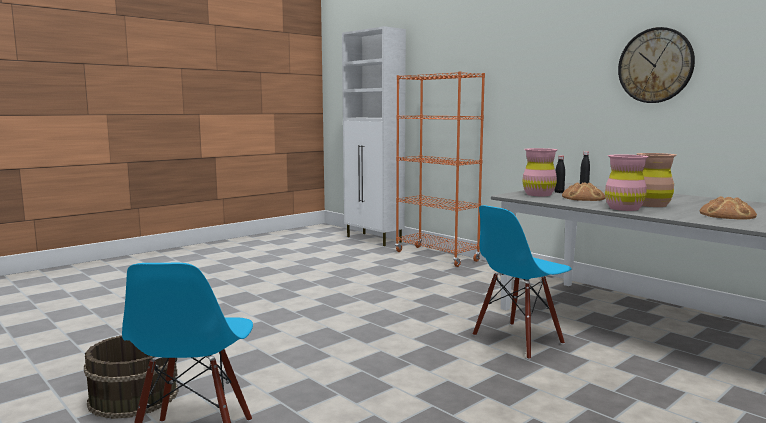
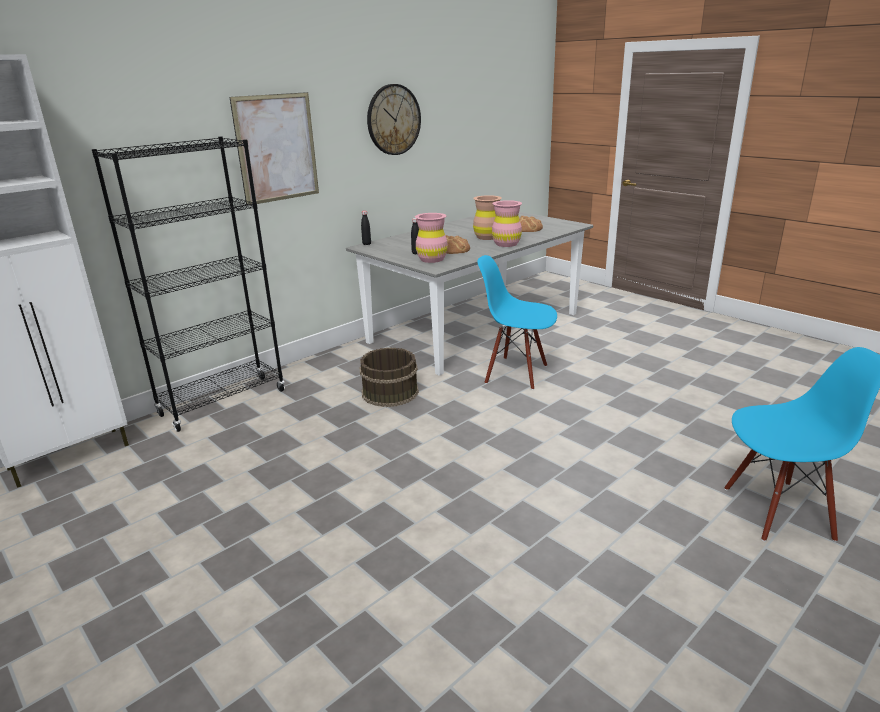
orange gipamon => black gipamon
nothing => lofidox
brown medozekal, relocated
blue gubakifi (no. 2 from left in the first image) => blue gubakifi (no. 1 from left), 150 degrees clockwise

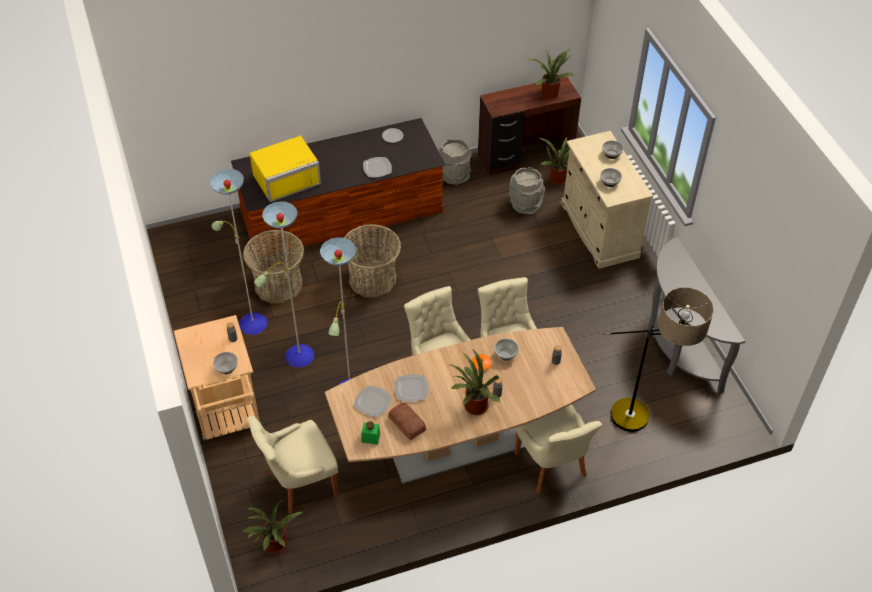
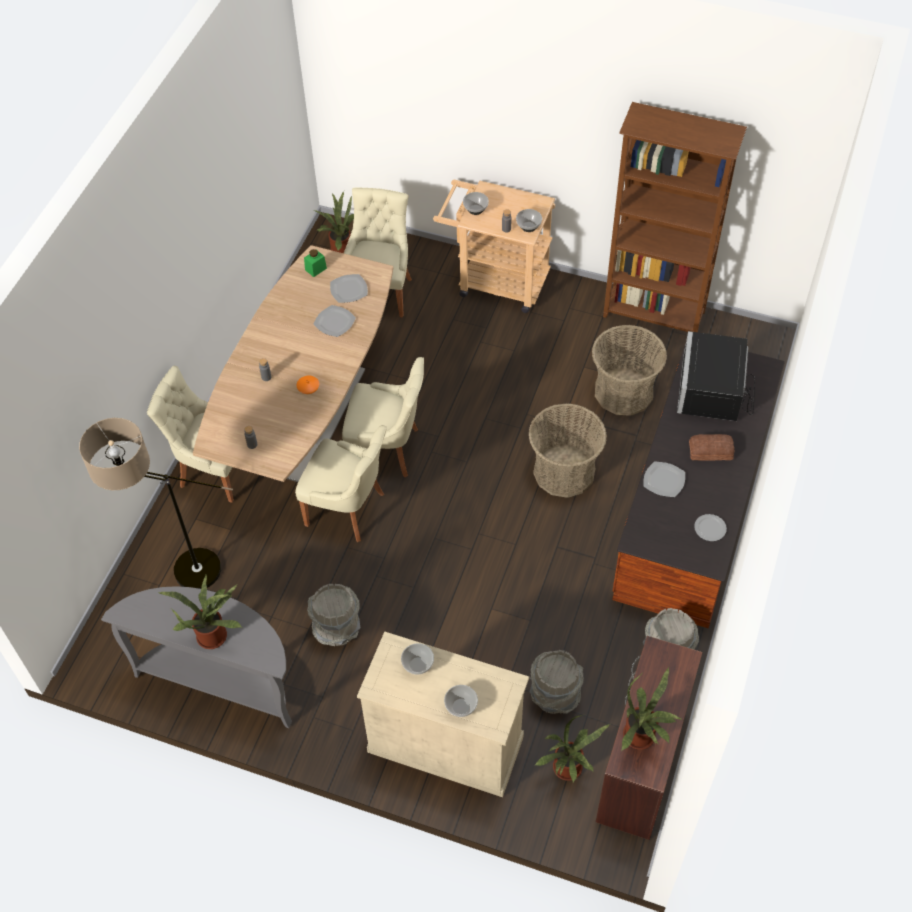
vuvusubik (no. 2 from left in the first image) => vuvusubik (no. 1 from left), relocated
nothing => grey medozekal (no. 1 from left)
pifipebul (no. 2 from left in the first image) => pifipebul (no. 4 from left), relocated
nothing => brown gipamon
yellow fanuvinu => black fanuvinu
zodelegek, relocated
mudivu (no. 1 from left) => nothing

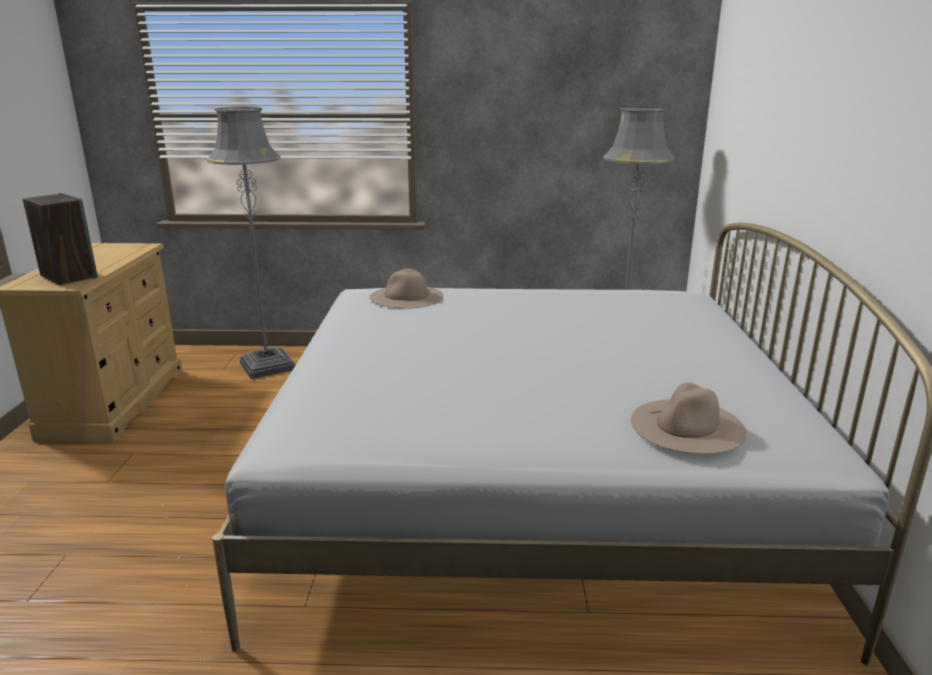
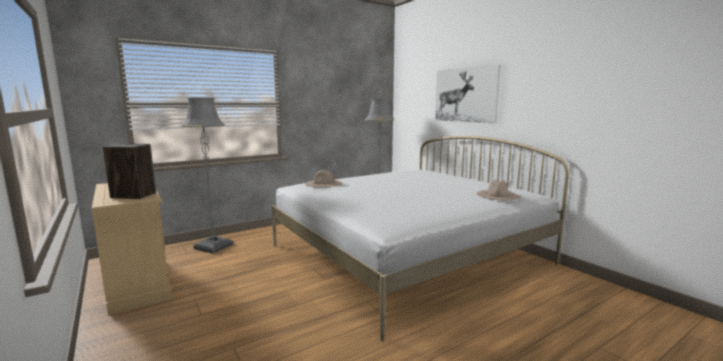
nothing => lofidox

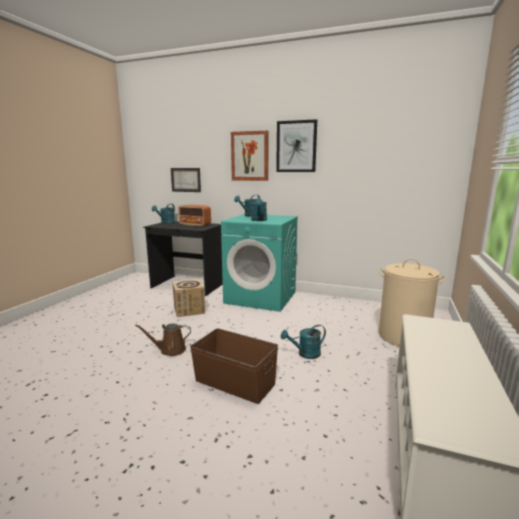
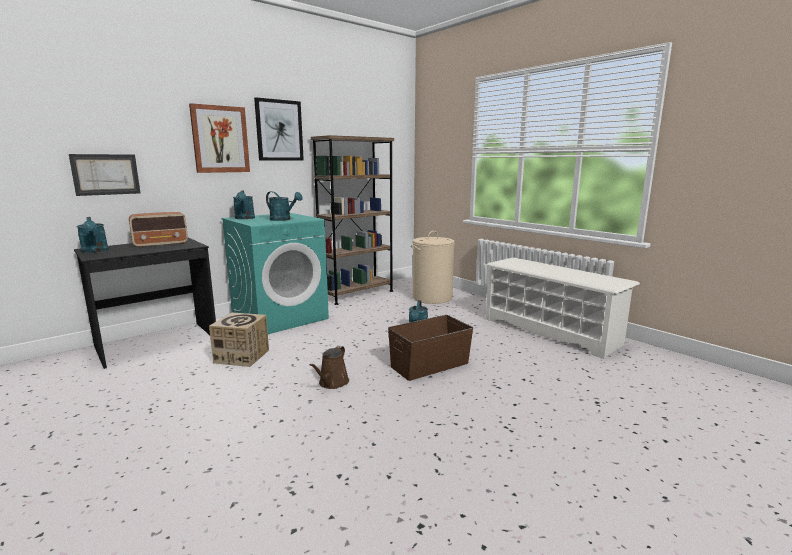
nothing => brown gipamon

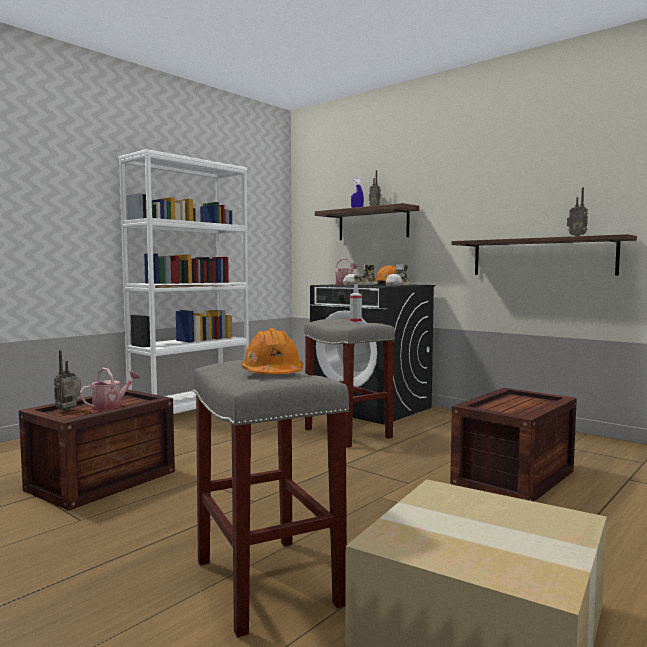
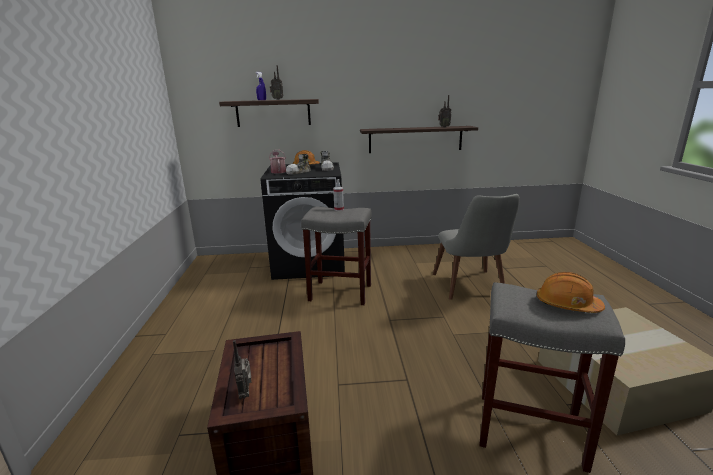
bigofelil (no. 2 from left) => grey gubakifi
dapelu (no. 1 from left) => nothing
white gipamon => nothing

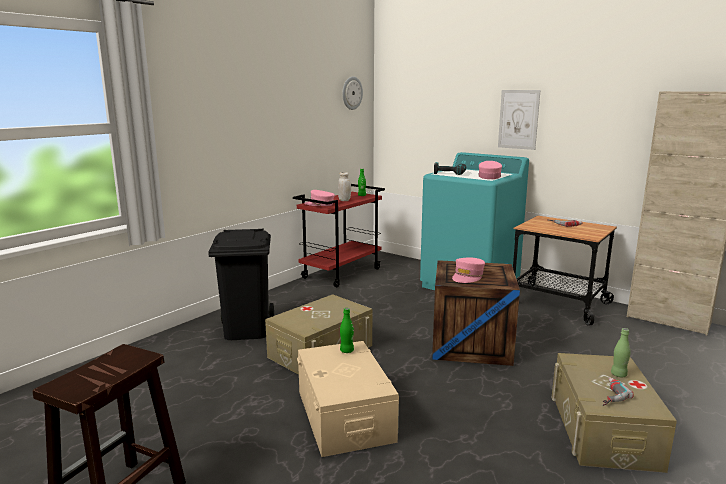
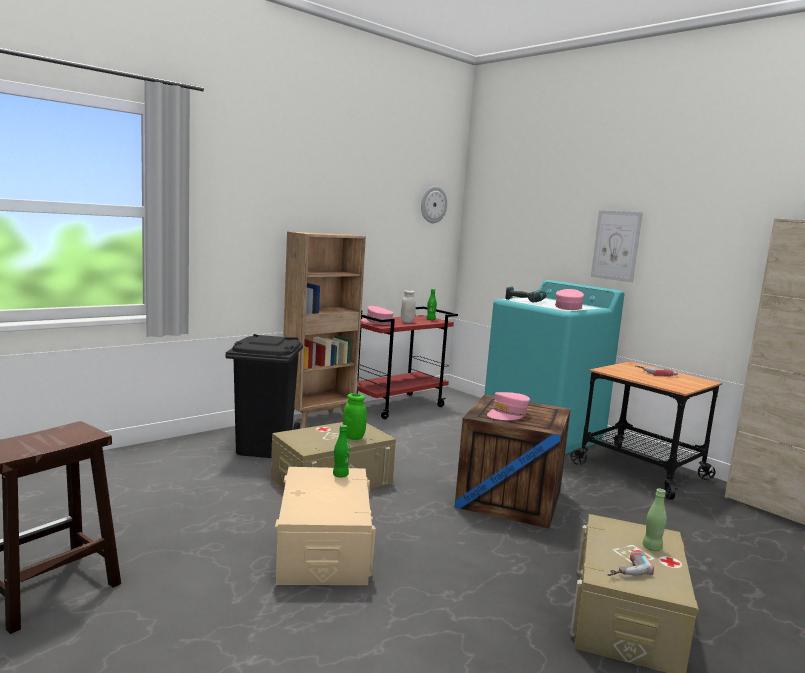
nothing => brown gipamon
nothing => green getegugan

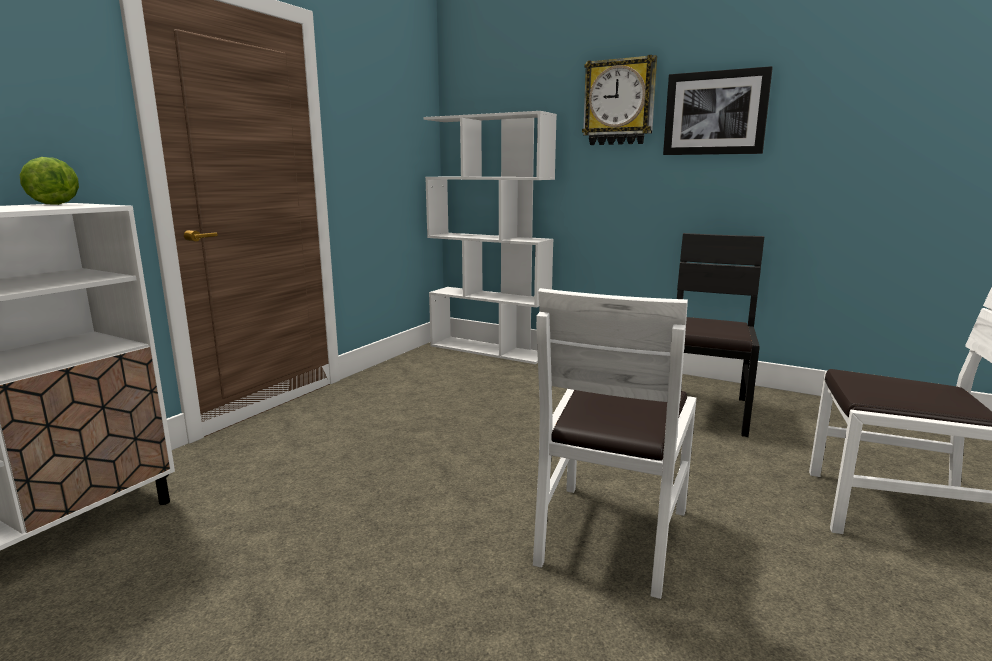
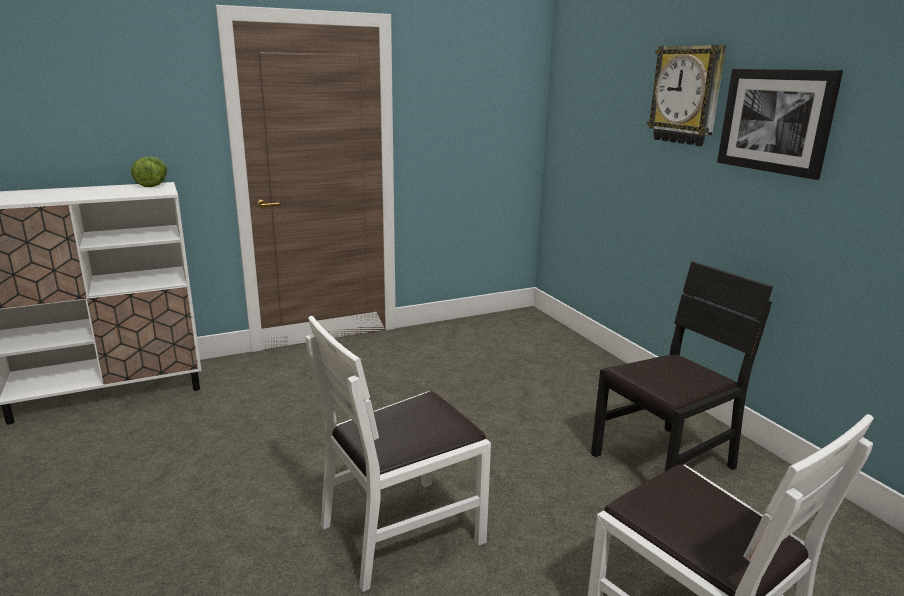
white gipamon => nothing

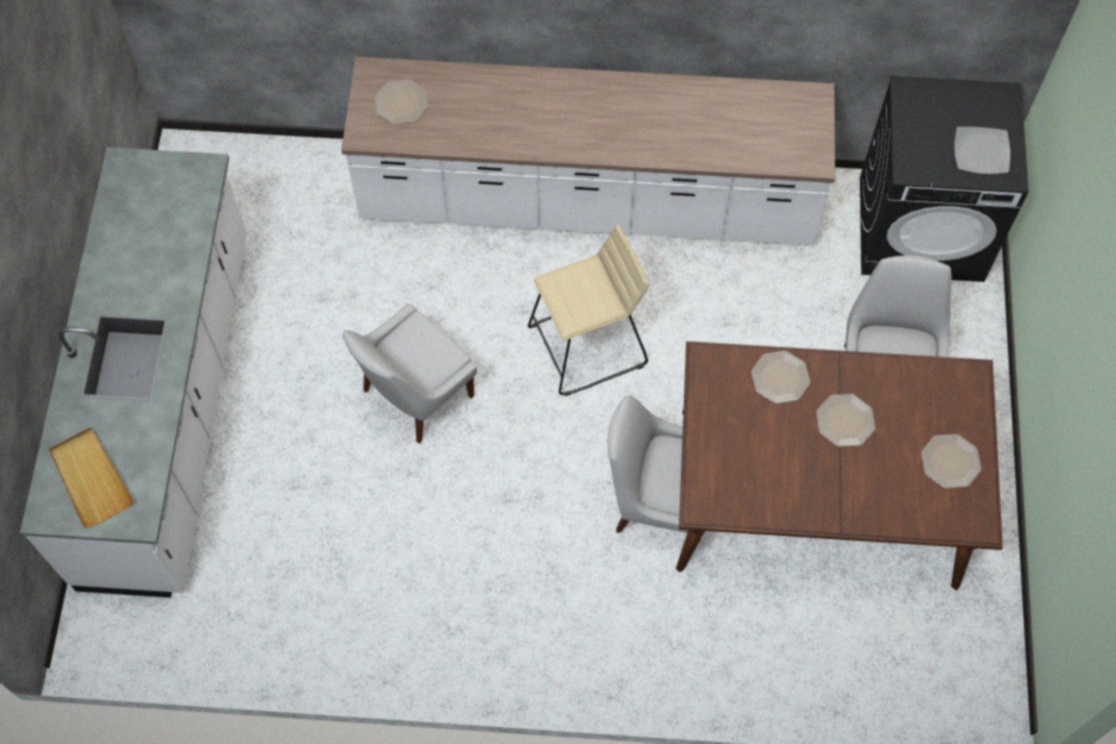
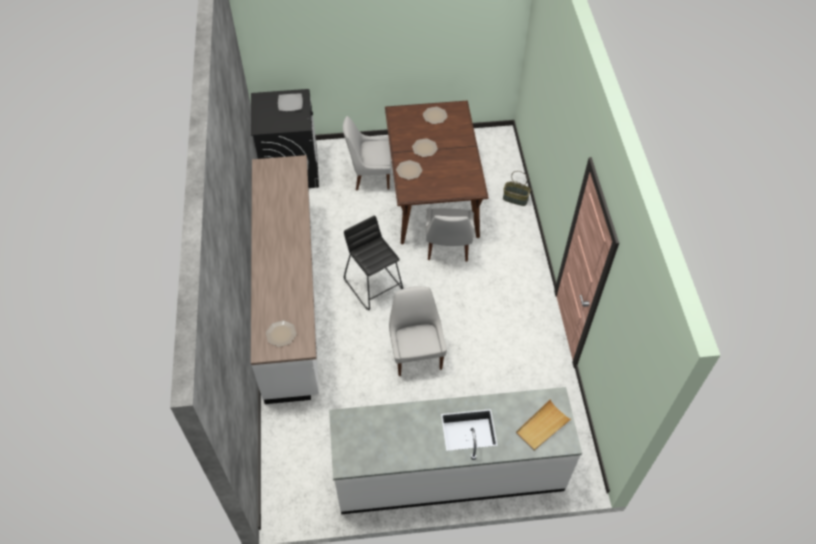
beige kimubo => black kimubo
white gubakifi (no. 1 from left in the first image) => white gubakifi (no. 2 from left), 135 degrees counterclockwise
nothing => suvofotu

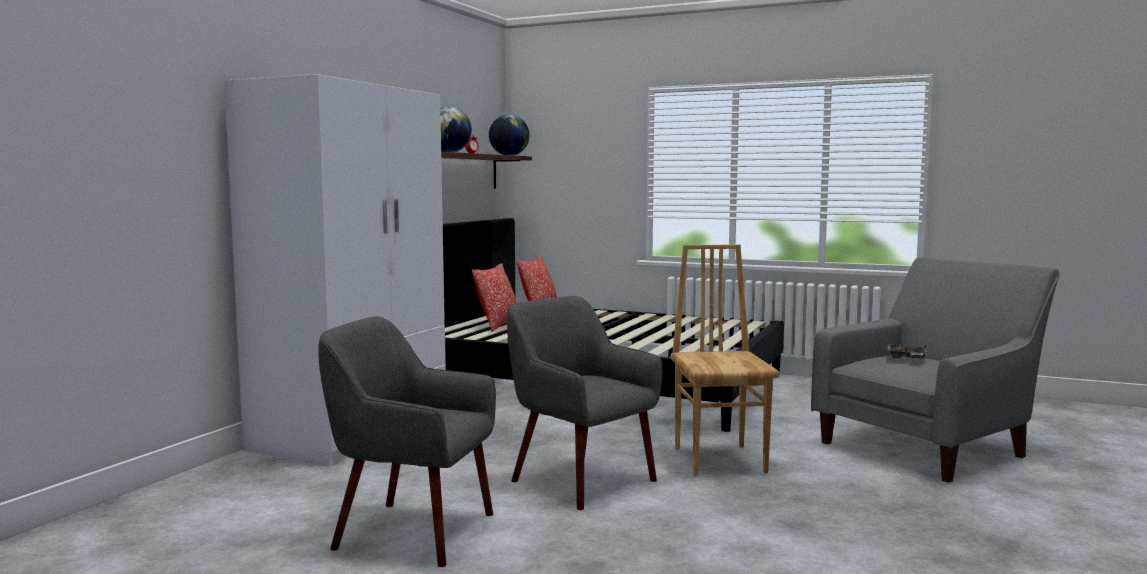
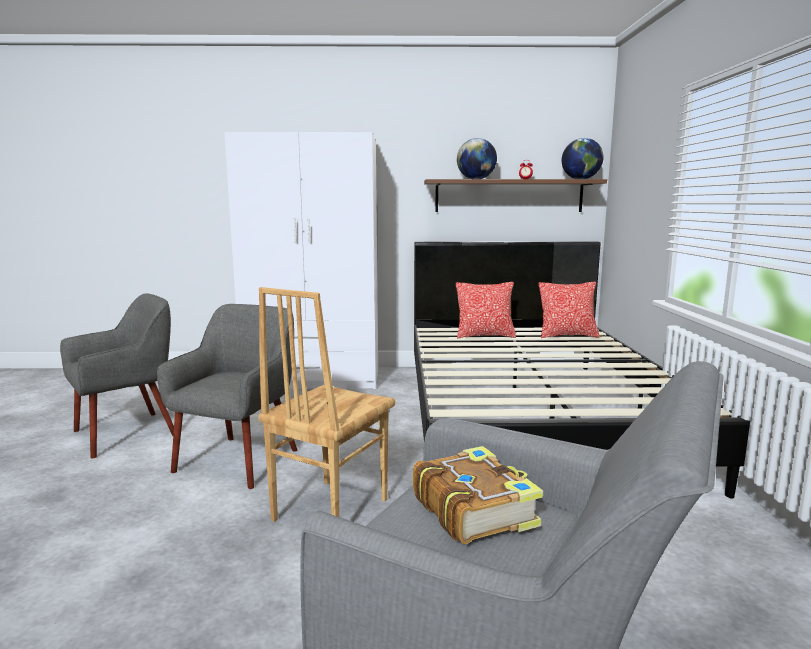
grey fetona (no. 1 from left), 60 degrees clockwise
brown gubakifi, 150 degrees clockwise
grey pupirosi => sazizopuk

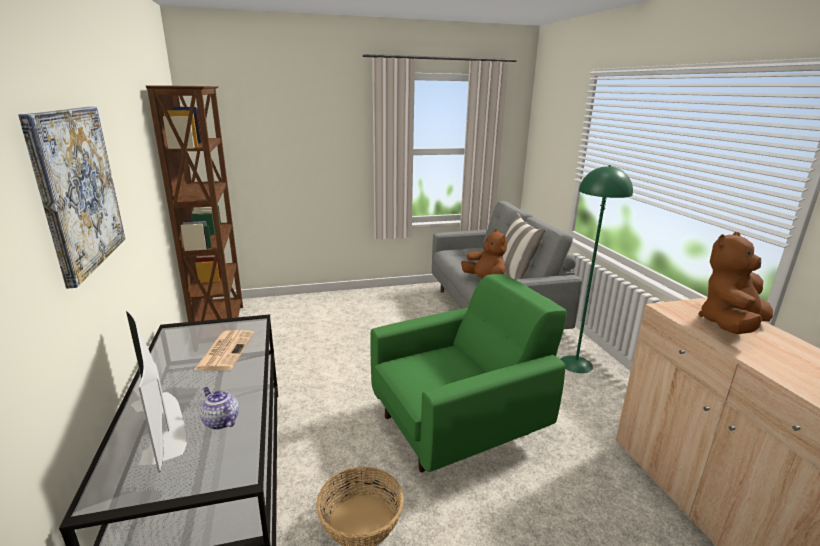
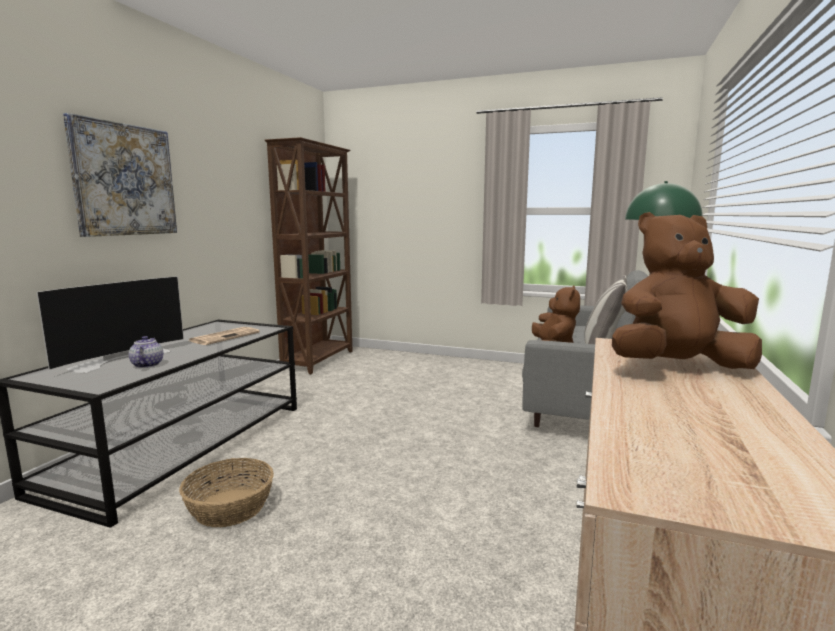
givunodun, 150 degrees counterclockwise
green fetona => nothing

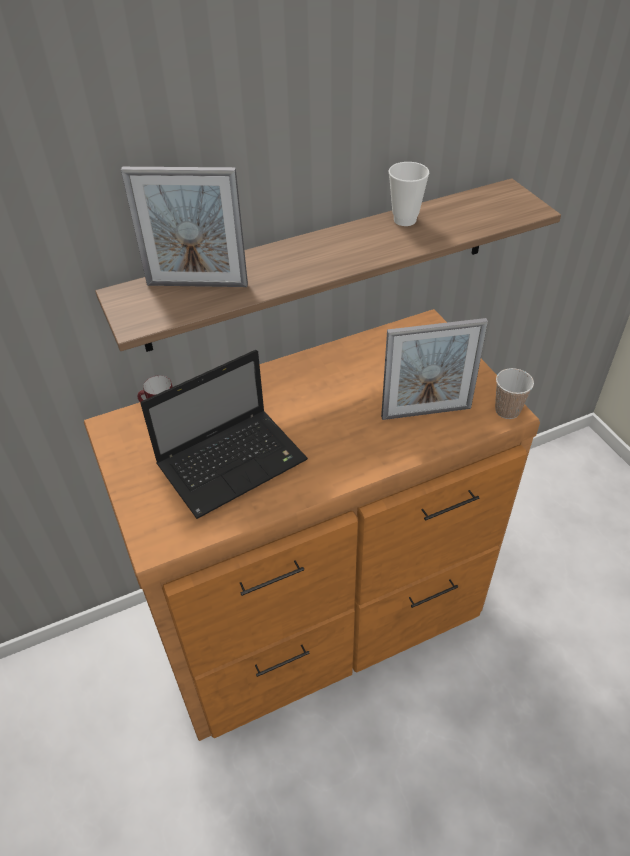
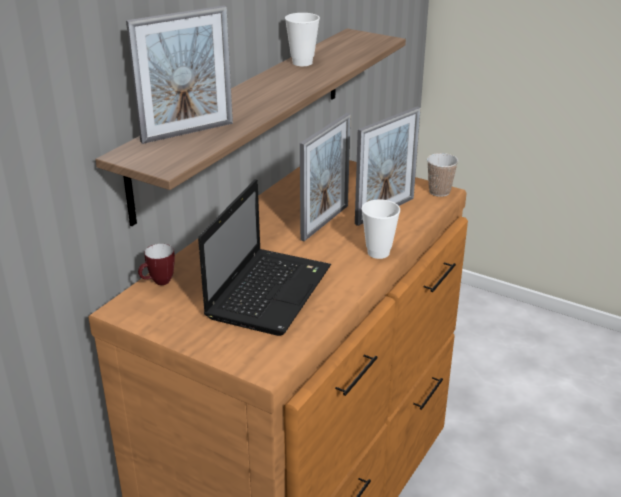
nothing => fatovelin (no. 2 from left)
nothing => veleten (no. 2 from left)

